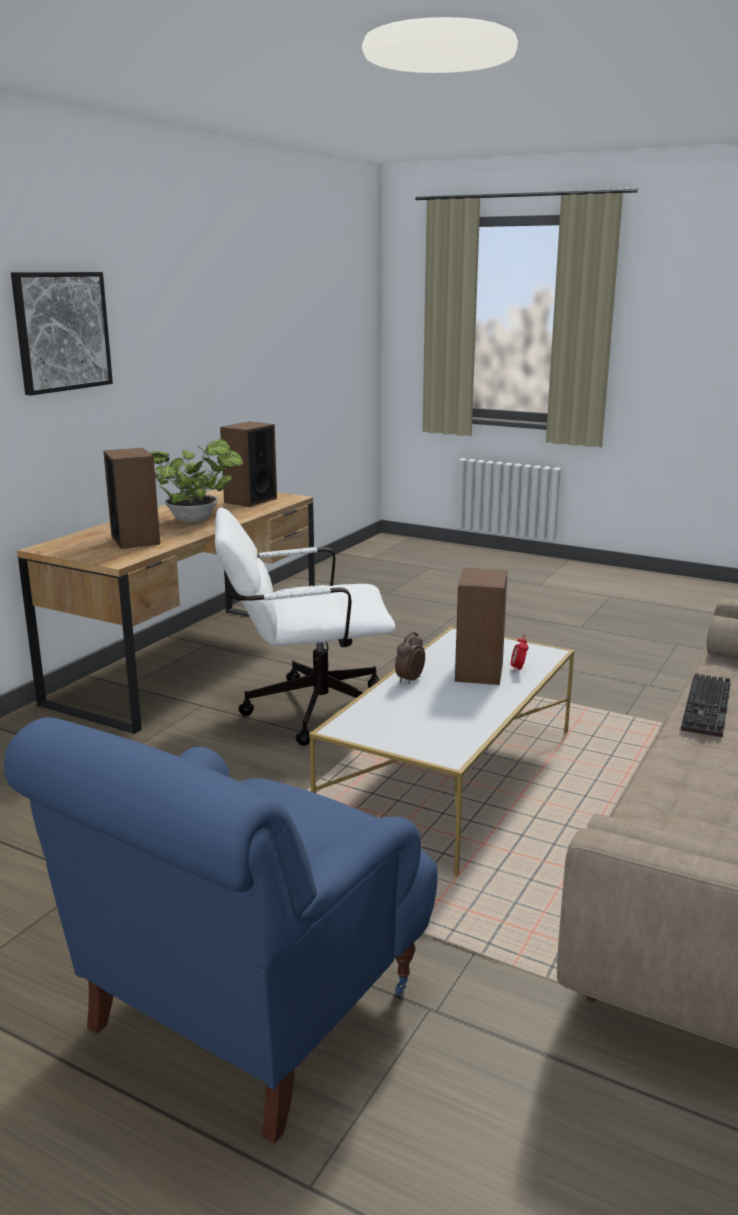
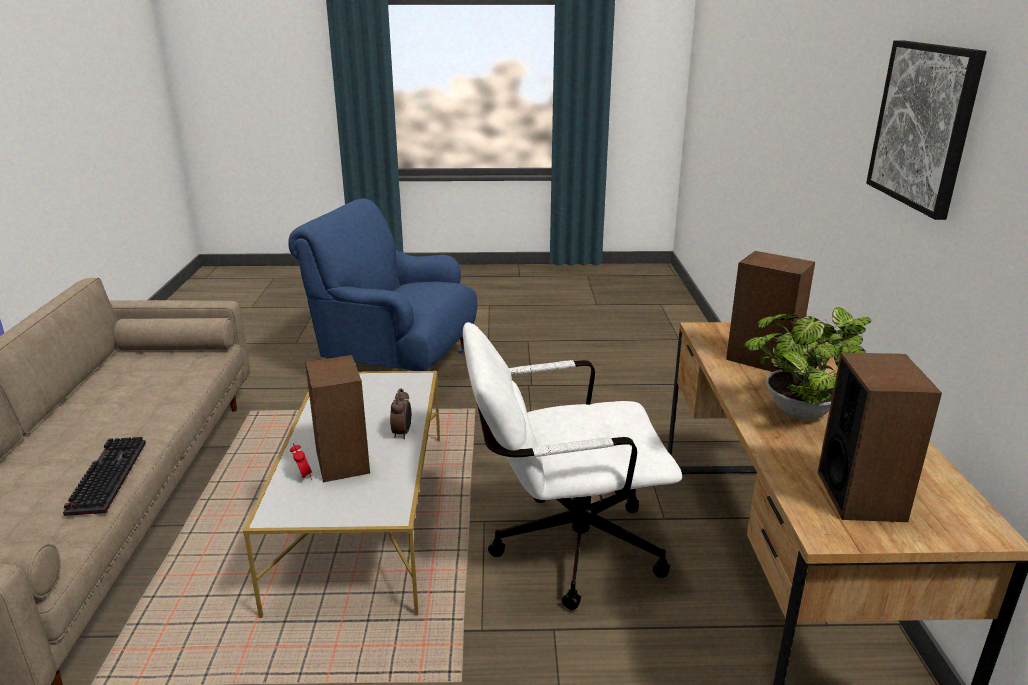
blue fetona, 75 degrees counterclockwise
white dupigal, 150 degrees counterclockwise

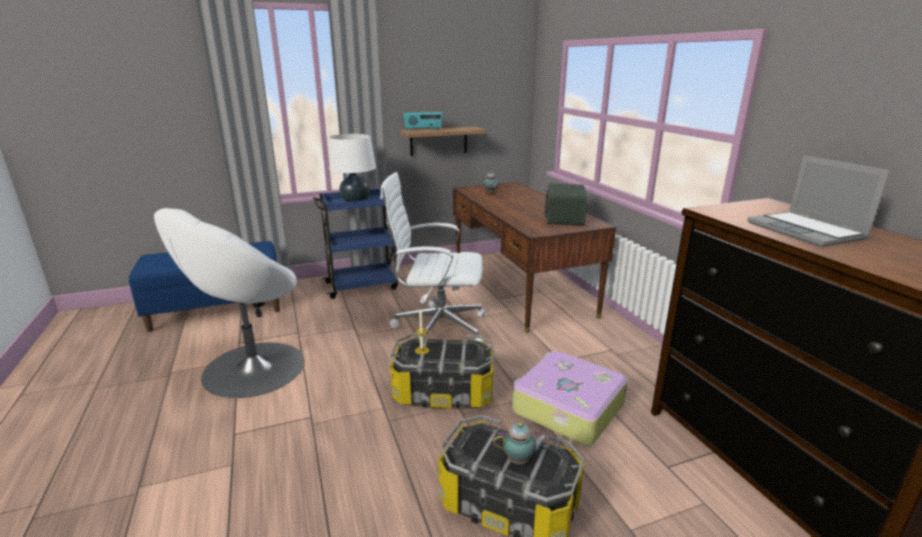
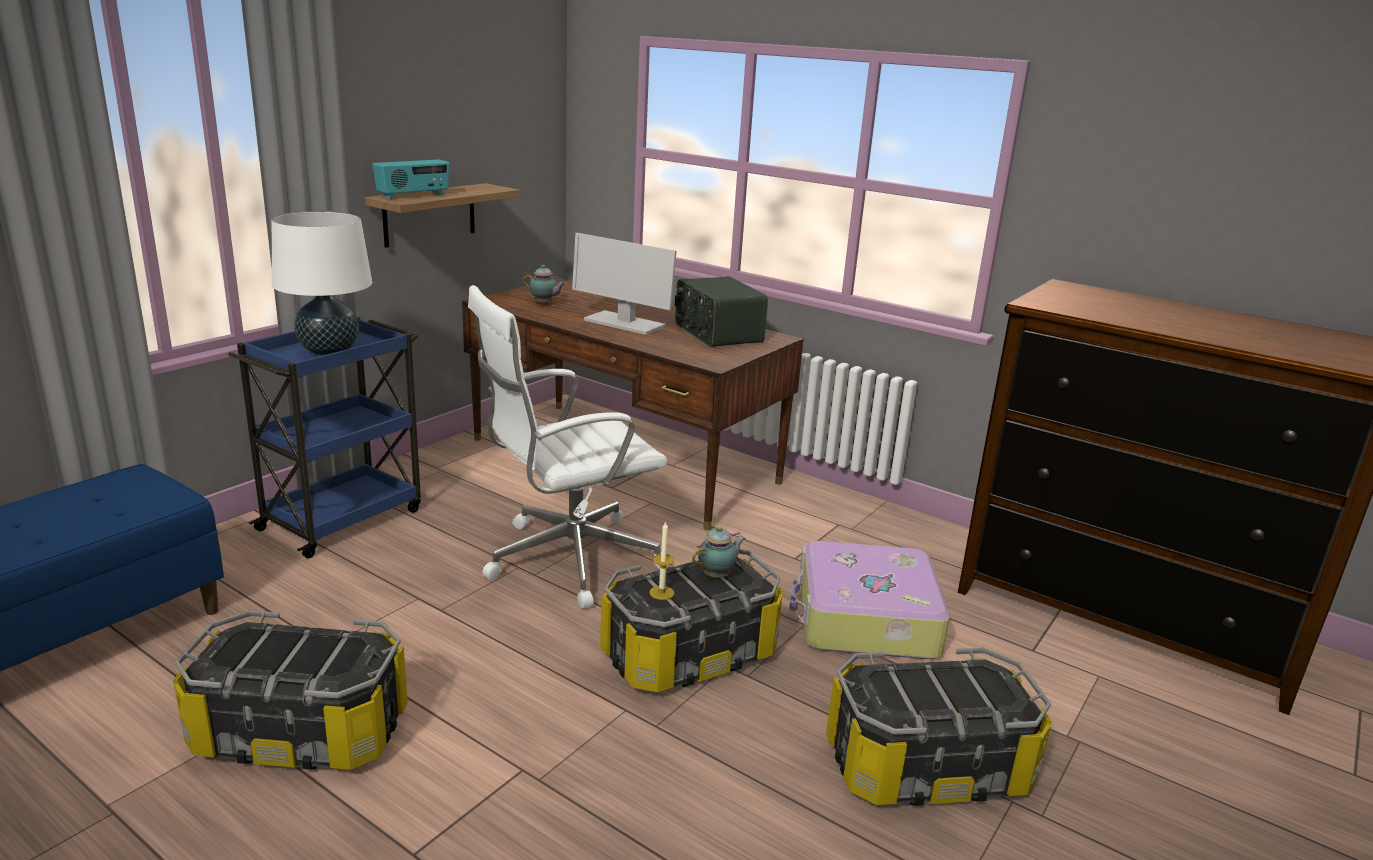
white fetona => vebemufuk (no. 1 from left)
nothing => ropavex
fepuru (no. 2 from left), relocated
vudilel => nothing

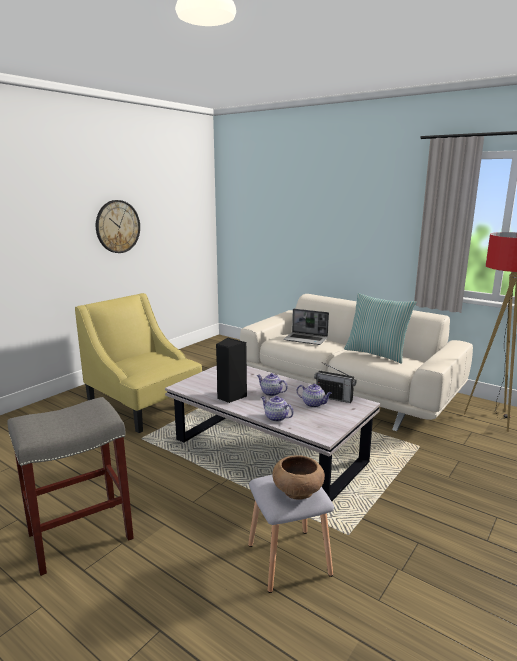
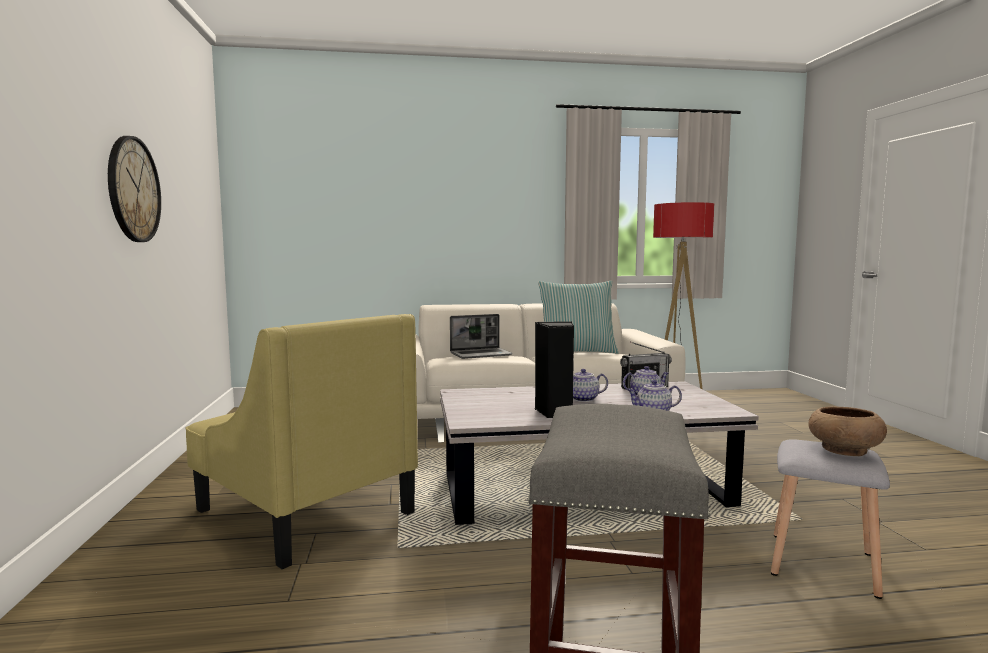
yellow fetona, 135 degrees counterclockwise

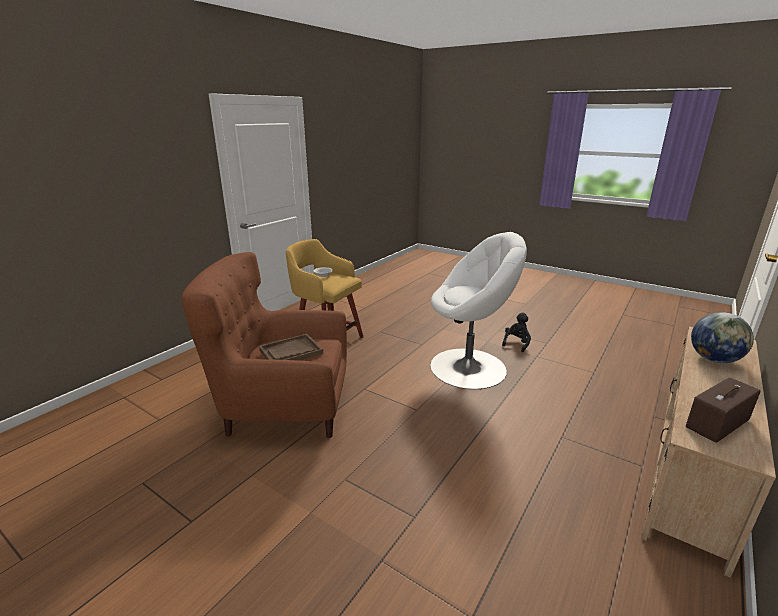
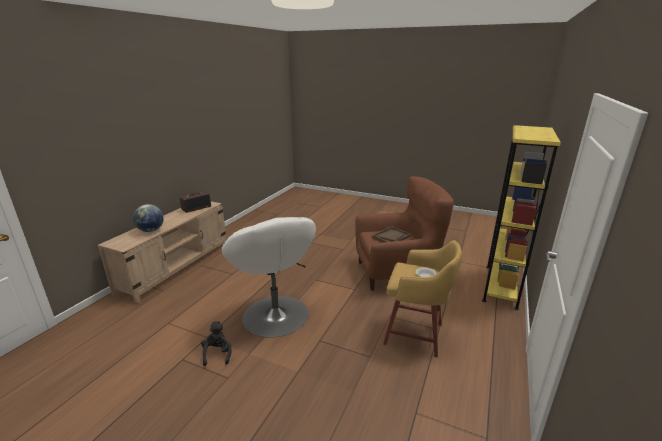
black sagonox, 150 degrees clockwise
white fetona, 105 degrees counterclockwise
nothing => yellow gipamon

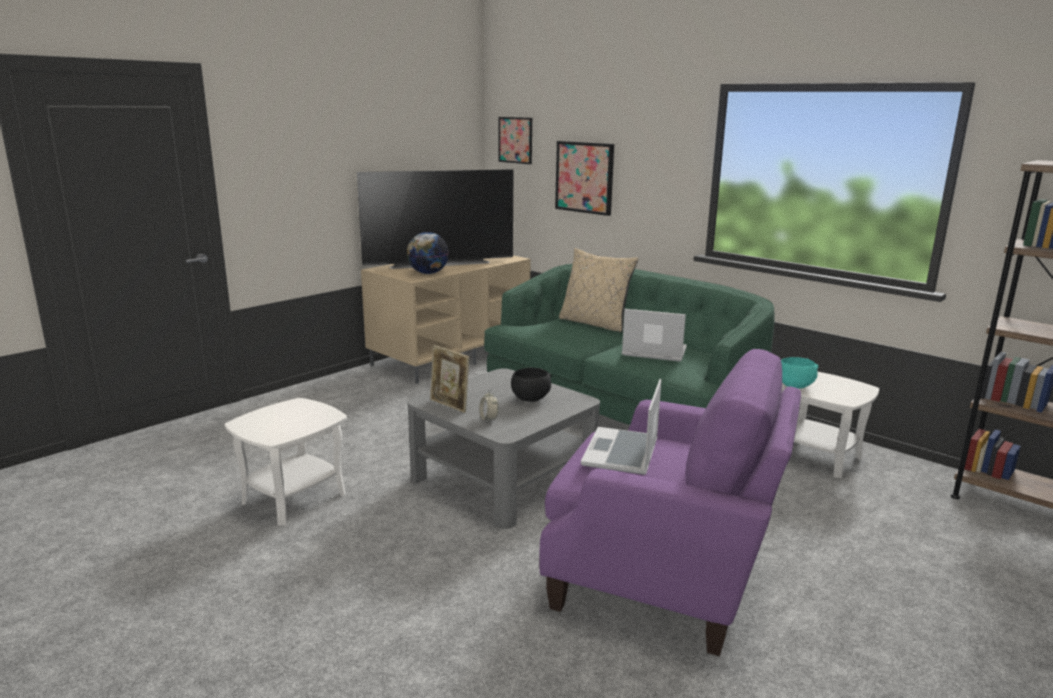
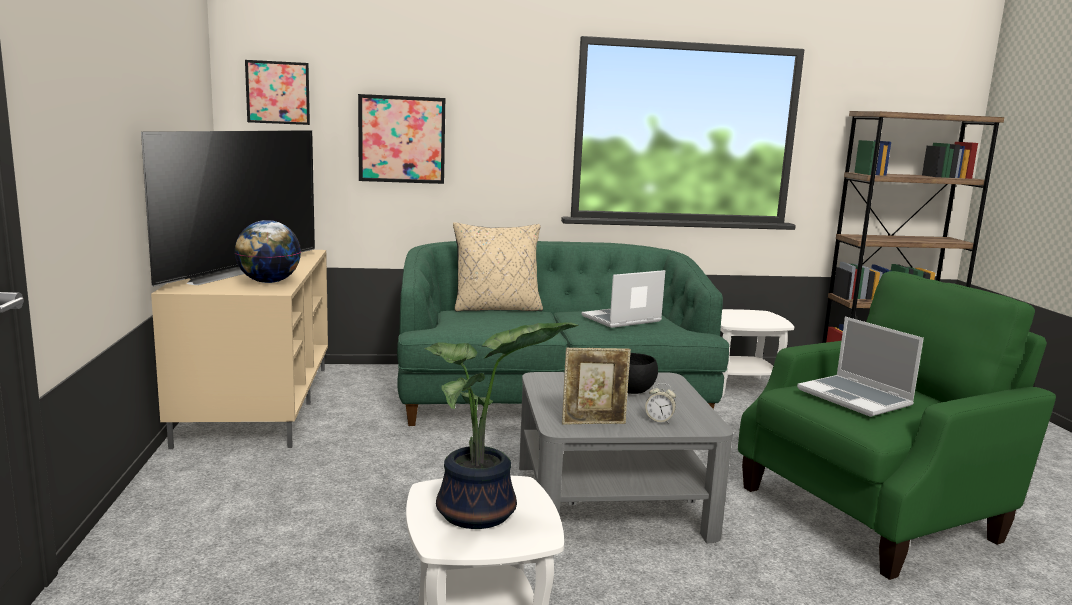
nothing => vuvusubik
purple fetona => green fetona
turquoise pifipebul => nothing

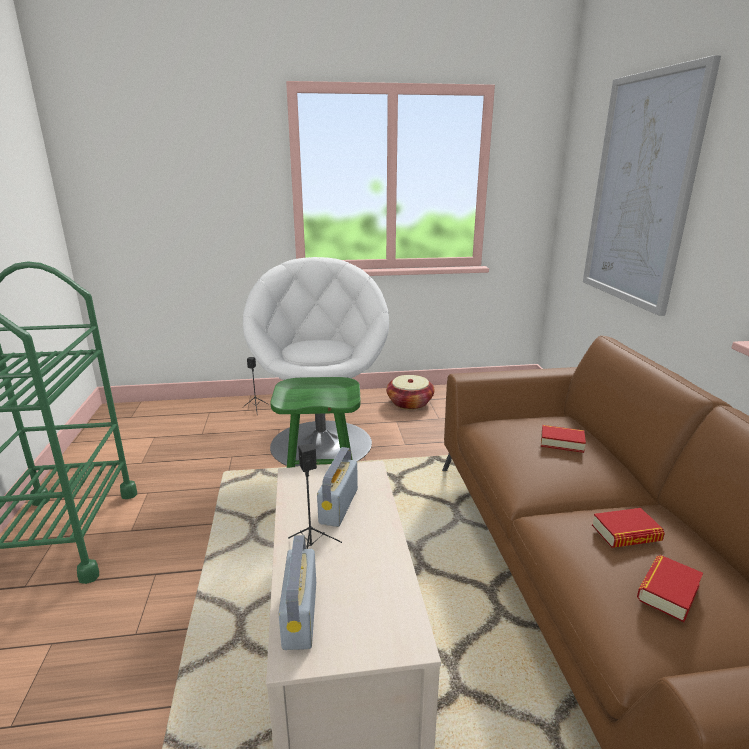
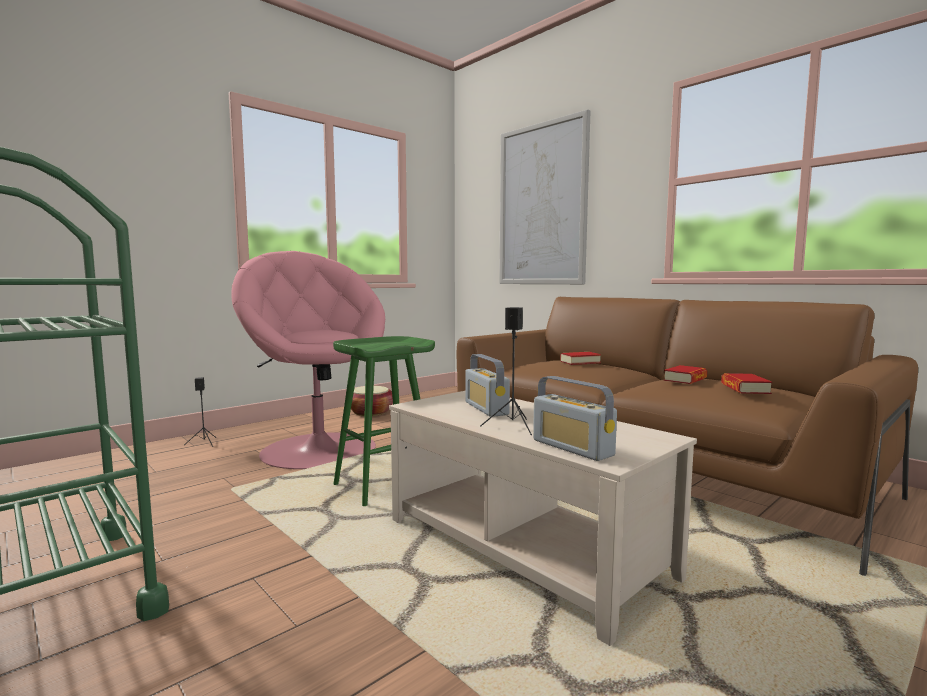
white fetona => pink fetona

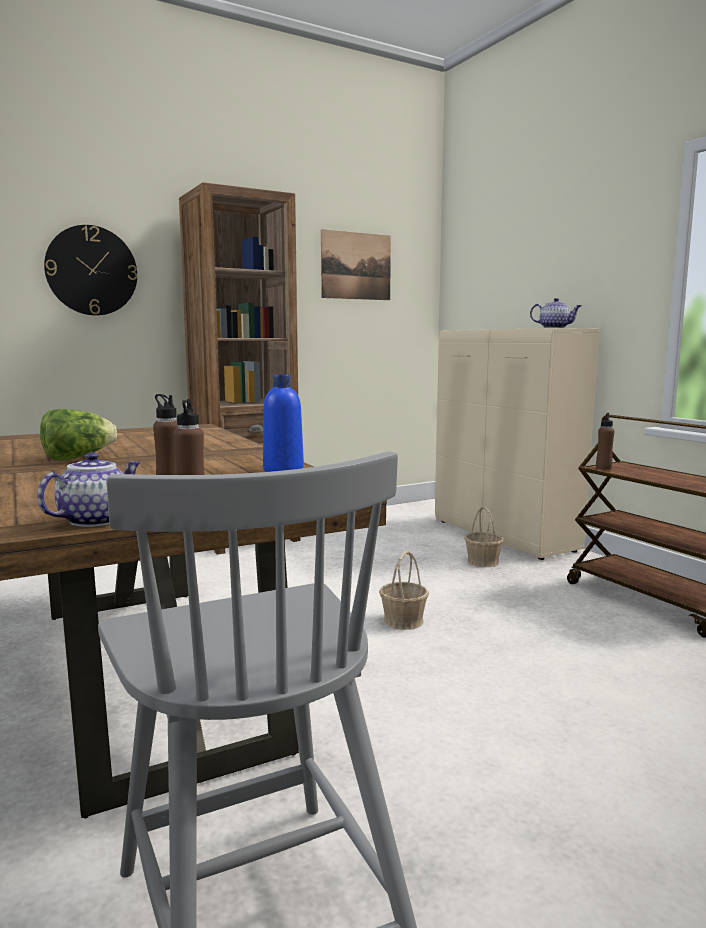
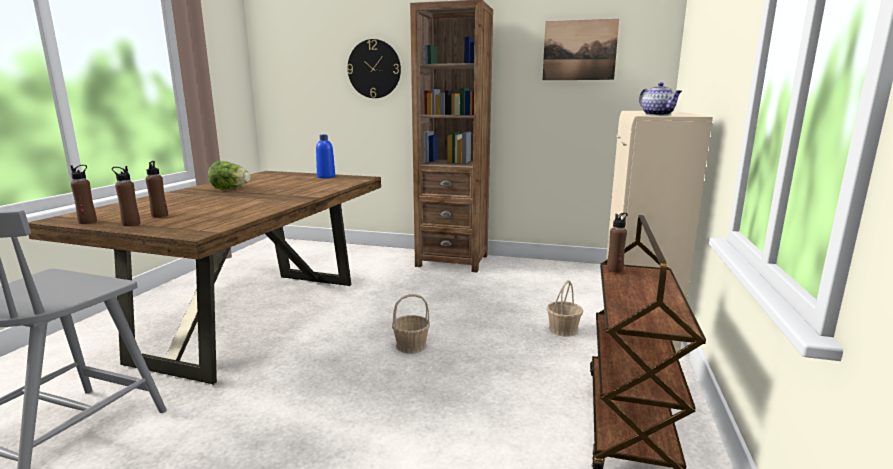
fepuru (no. 1 from left) => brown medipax (no. 1 from left)
blue medipax, relocated

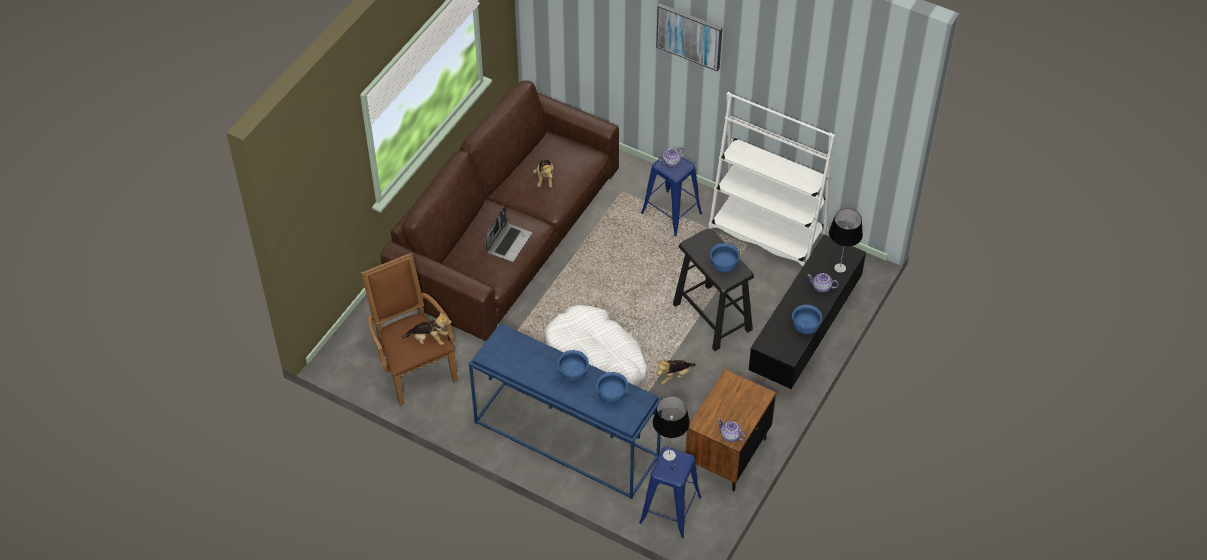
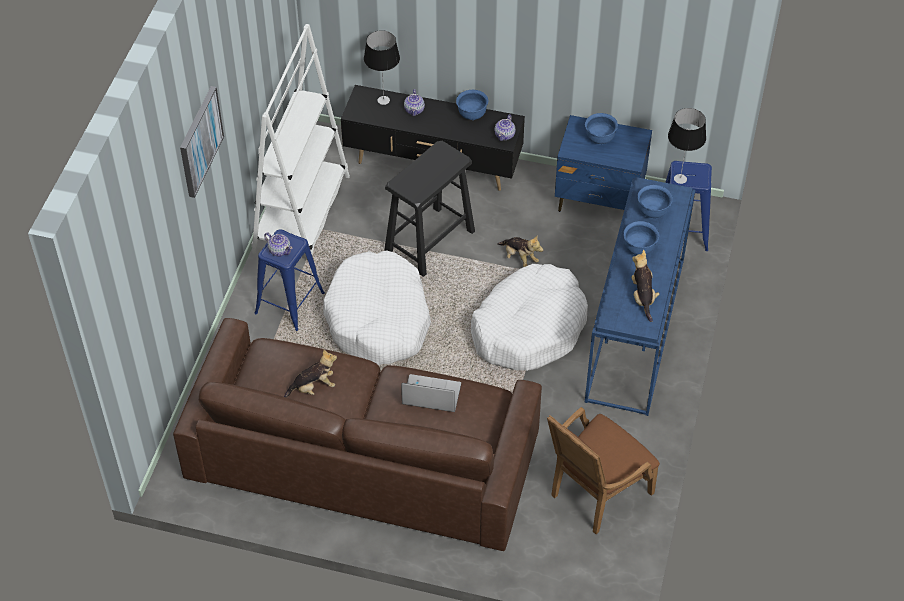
nothing => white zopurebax (no. 1 from left)
fepuru (no. 2 from left in the first image) => fepuru (no. 3 from left), relocated
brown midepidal => blue midepidal
blue pifipebul (no. 3 from left in the first image) => blue pifipebul (no. 2 from left), relocated
sagonox (no. 1 from left in the first image) => sagonox (no. 3 from left), relocated

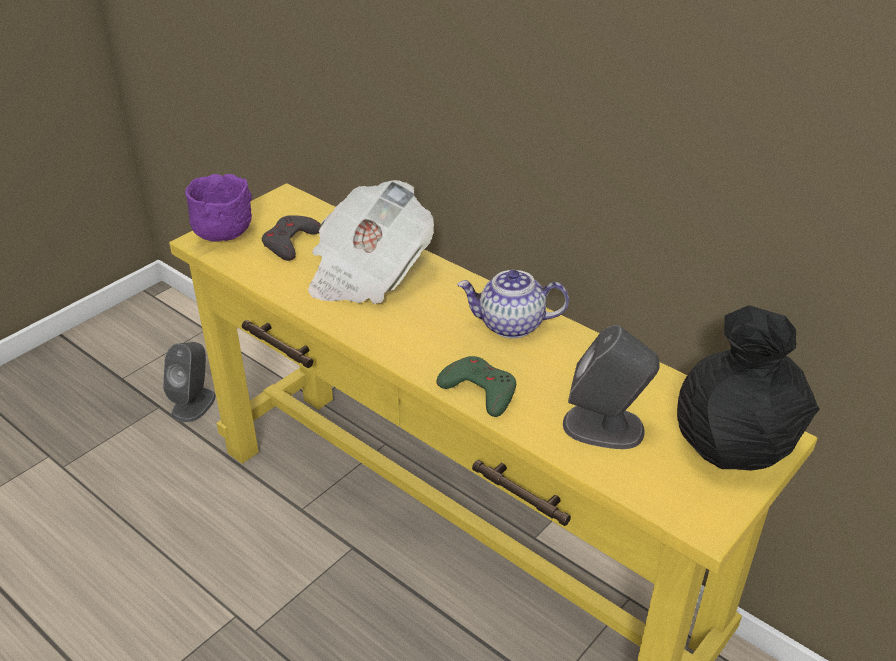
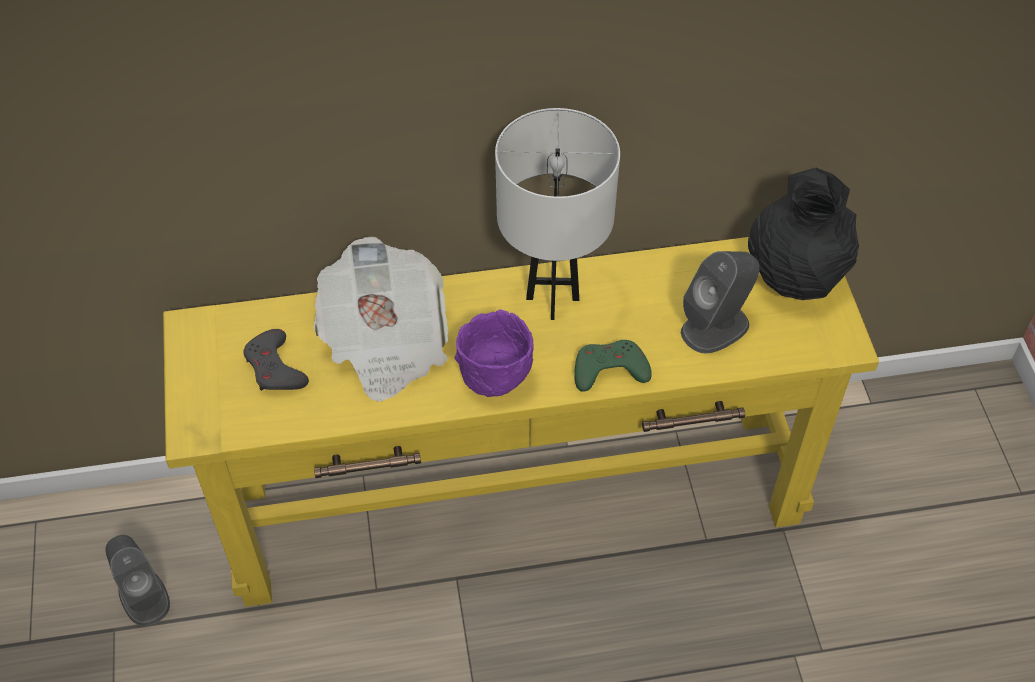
purple pifipebul, relocated
fepuru => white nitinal

